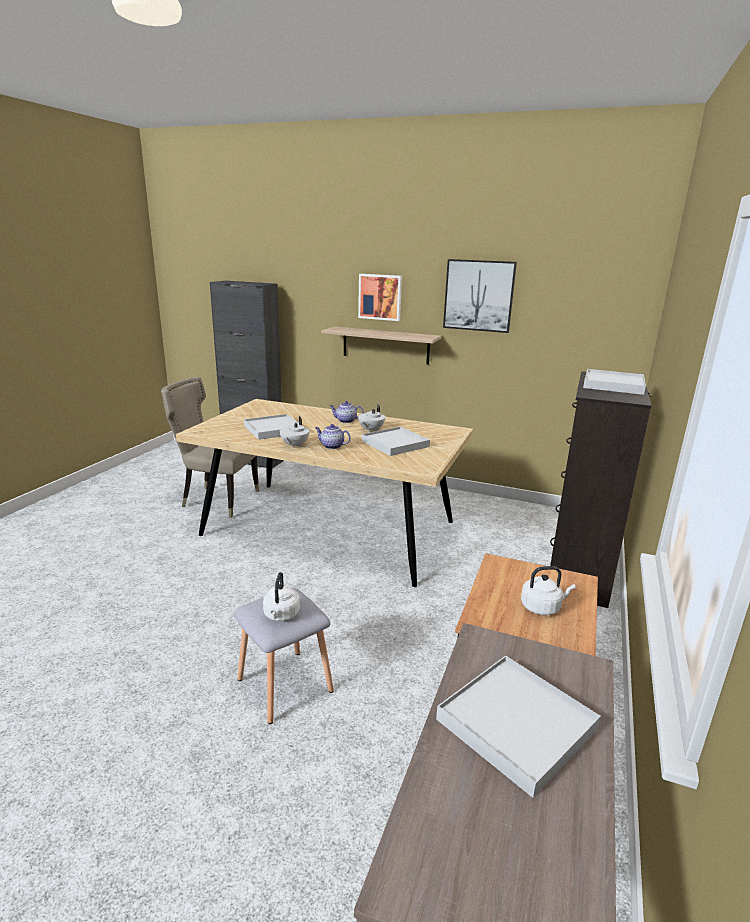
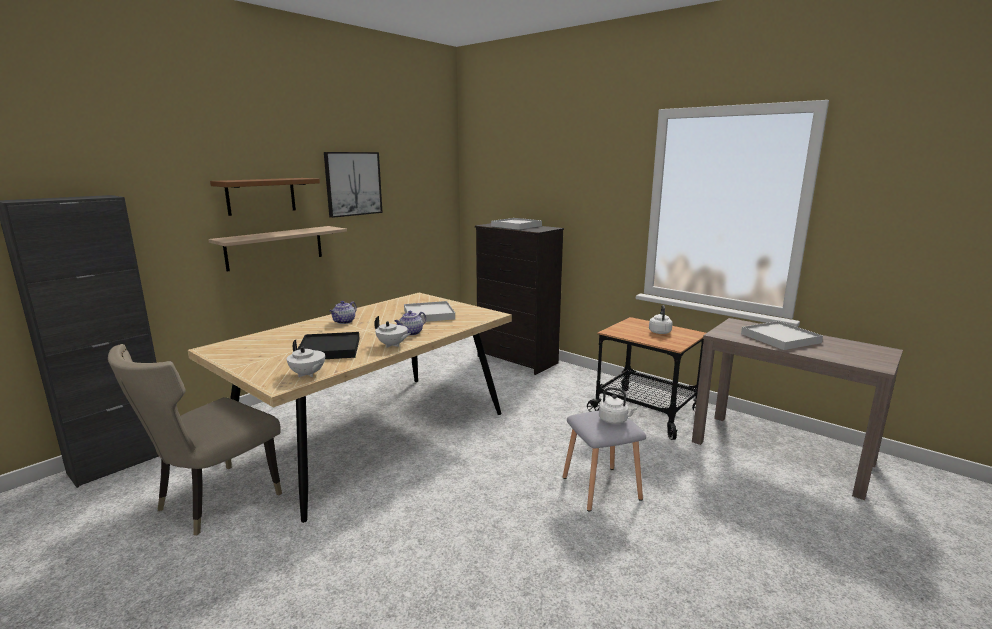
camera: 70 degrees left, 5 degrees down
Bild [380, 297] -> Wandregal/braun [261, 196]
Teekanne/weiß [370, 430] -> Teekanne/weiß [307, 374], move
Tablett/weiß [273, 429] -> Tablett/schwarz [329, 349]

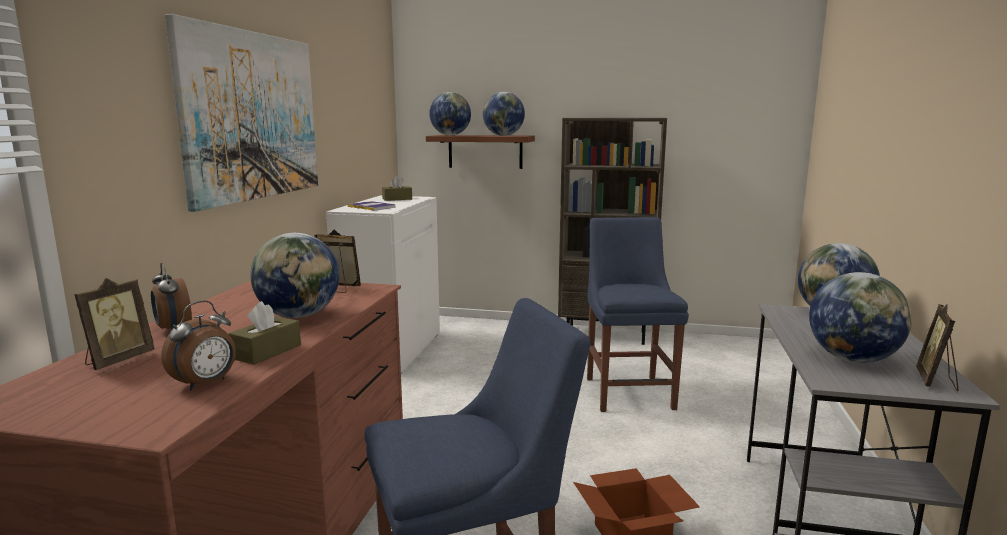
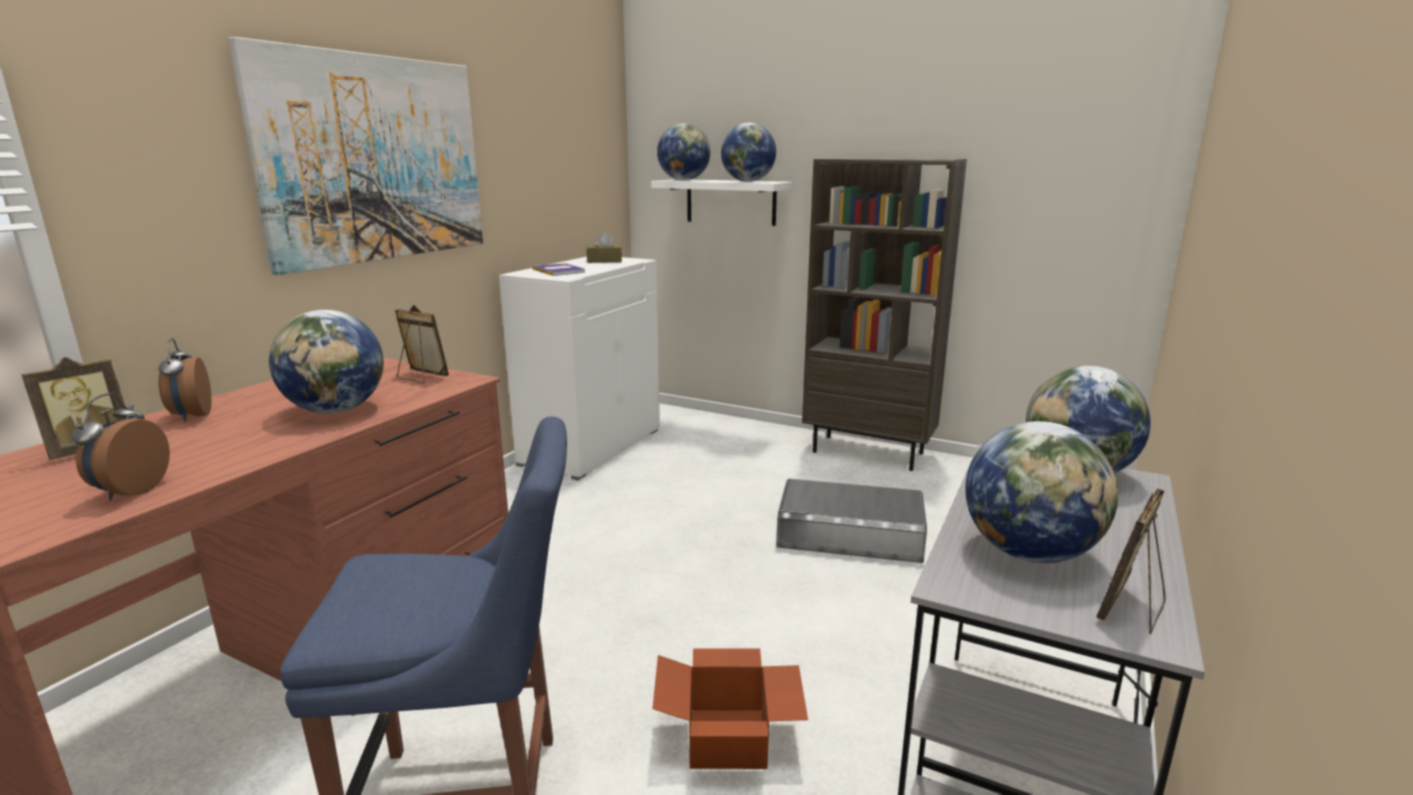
camera: 15 degrees right, 5 degrees up
Wandregal/braun [485, 151] -> Wandregal/weiß [731, 202]
Stuhl/blau [628, 391] -> Aufbewahrungsbox/grau [850, 534]
Wecker [206, 384] -> Wecker [129, 491], 135 degrees clockwise
Taschentuchbox/braun [267, 351] -> none

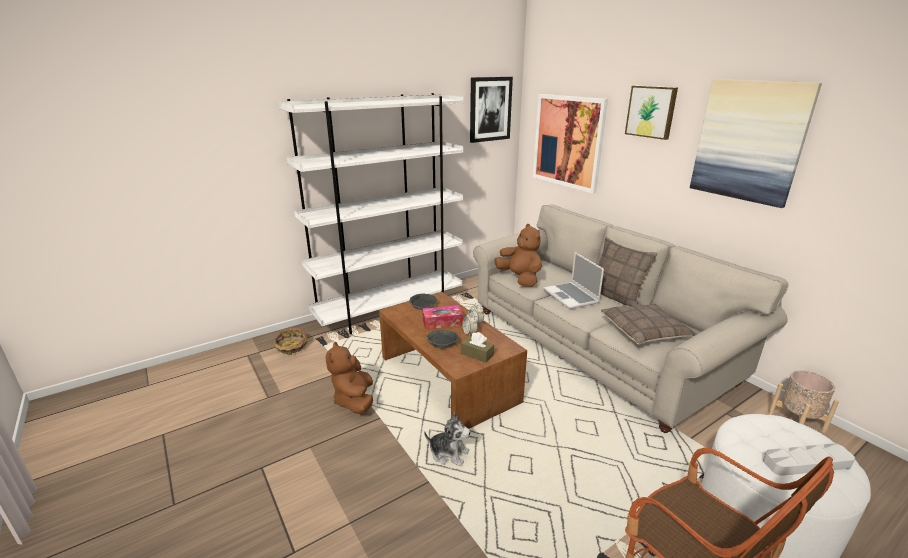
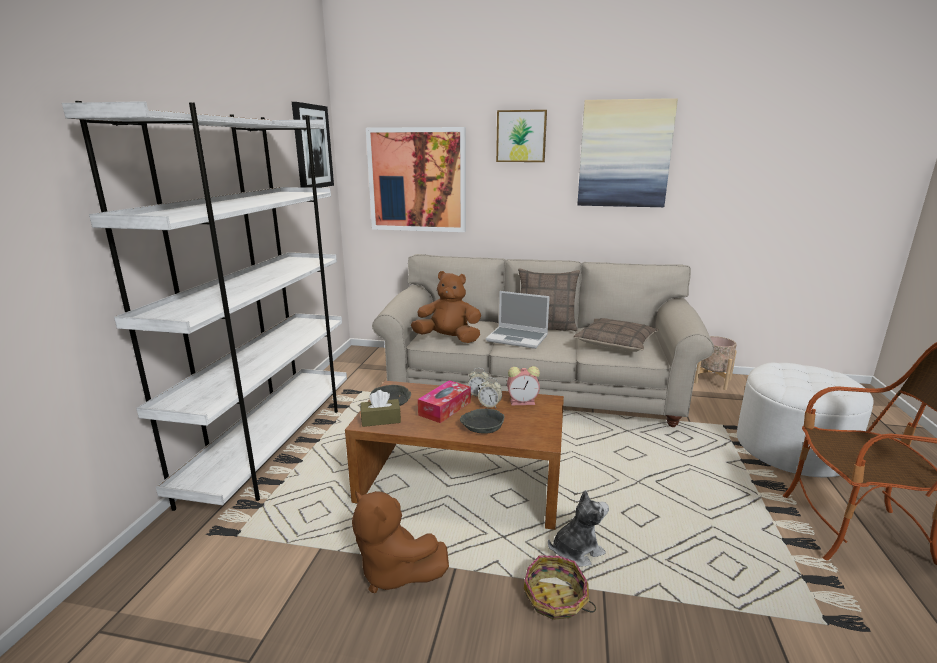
camera: 45 degrees left, 5 degrees down
Korb [291, 347] -> Korb [555, 598], move
Taschentuchbox/braun [477, 354] -> Taschentuchbox/braun [381, 420], move
Tablett/grau [806, 463] -> none
none -> Wecker [523, 402]

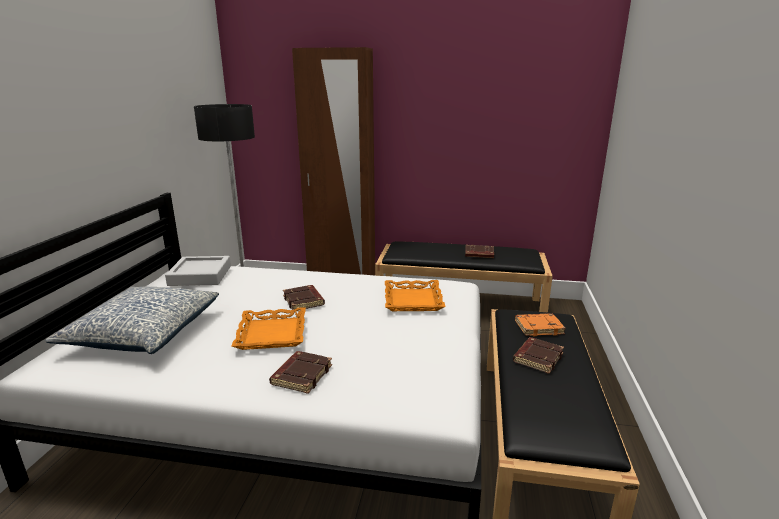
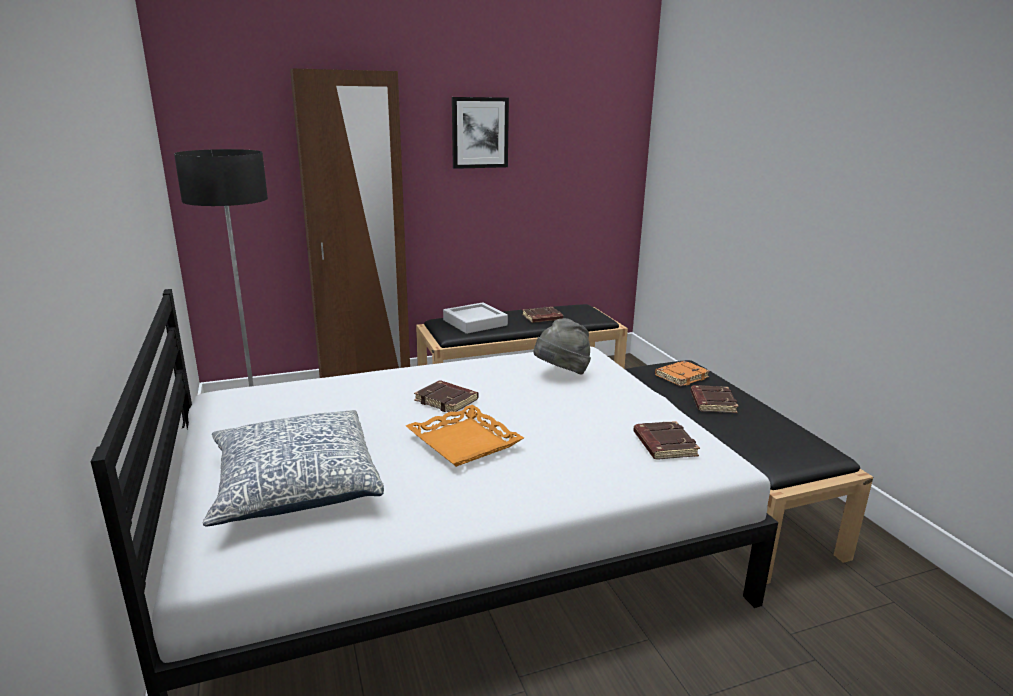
camera: 30 degrees left, 0 degrees up
Tablett/grau [200, 275] -> Tablett/grau [475, 323], move
Tablett/orange [413, 300] -> Hut/grau [561, 374]
Buch/braun [301, 375] -> Buch/braun [663, 445], move
none -> Bild [479, 132]

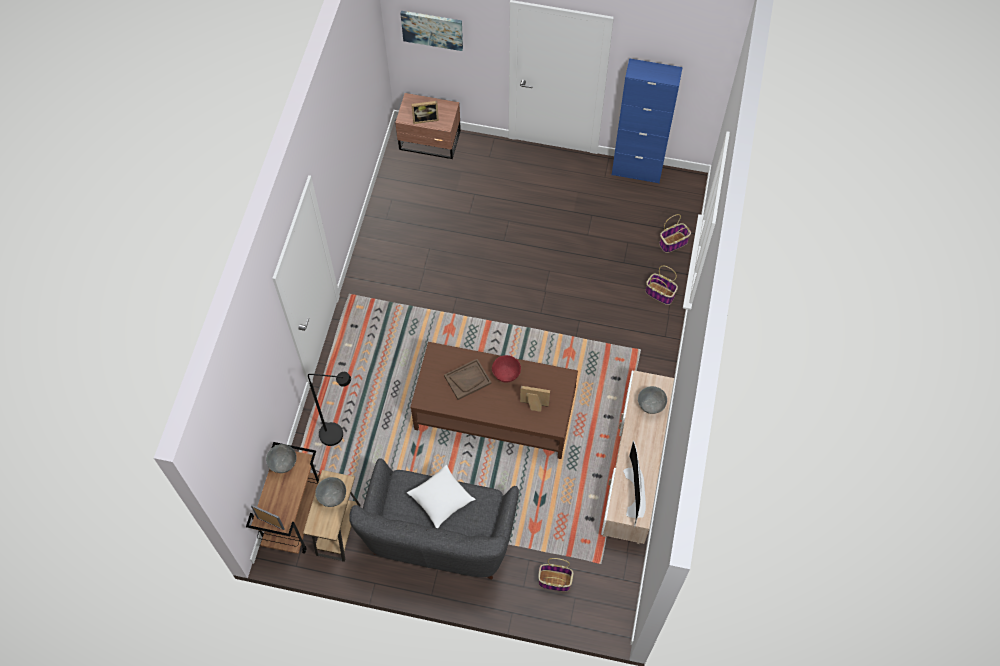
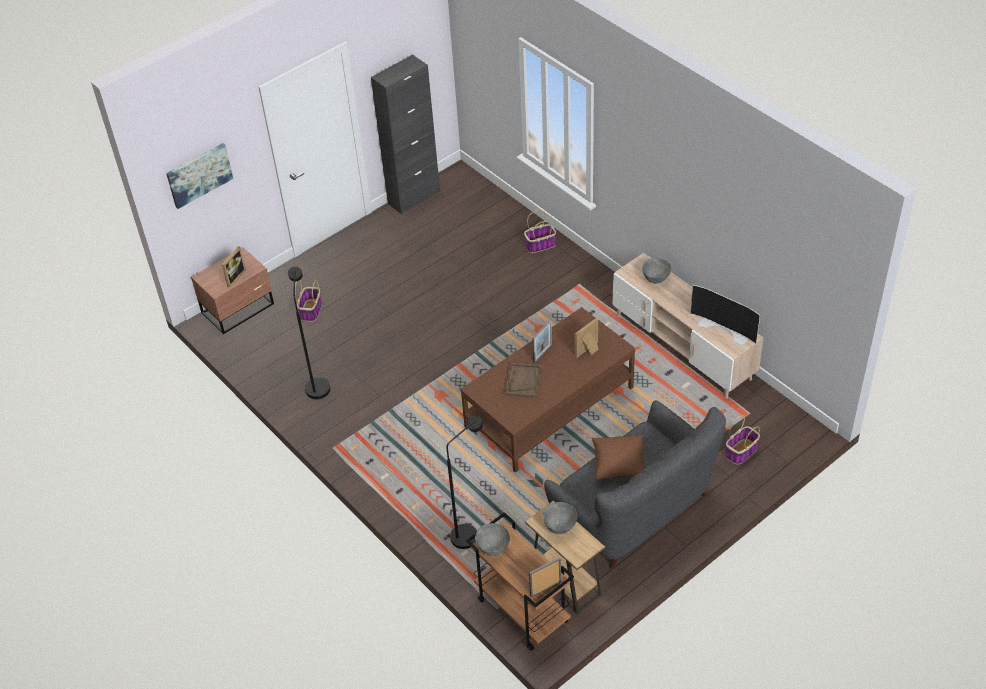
camera: 50 degrees left, 15 degrees down
Schrank/blau [637, 170] -> Schrank/schwarz [414, 197]
Korb [673, 242] -> Korb [311, 310], move
Schüssel/rot [506, 374] -> Bilderrahmen [542, 353]
Kissen/weiß [441, 500] -> Kissen/braun [619, 464]
none -> Stehlampe/schwarz [317, 384]

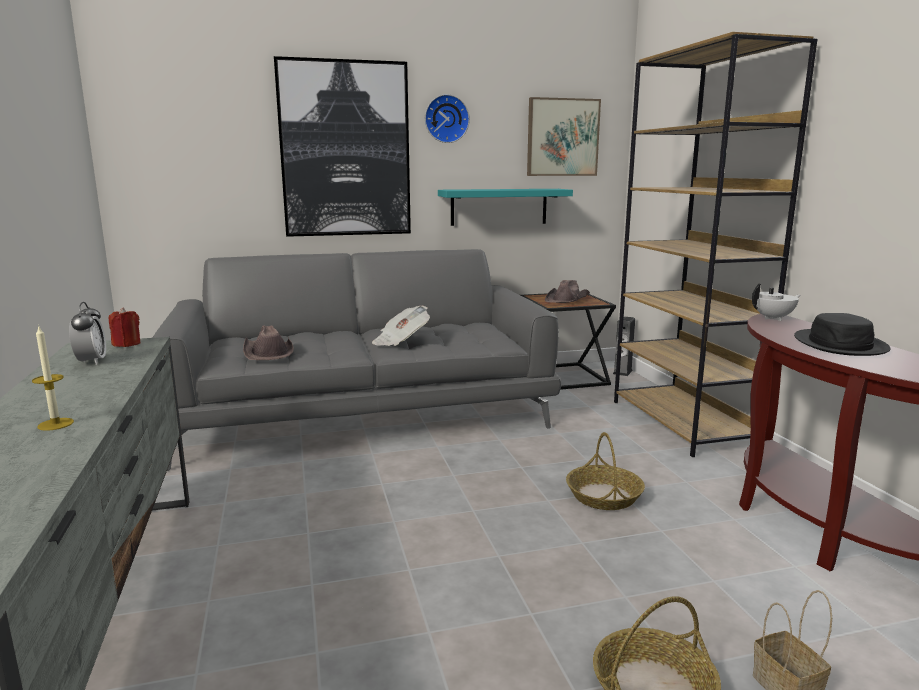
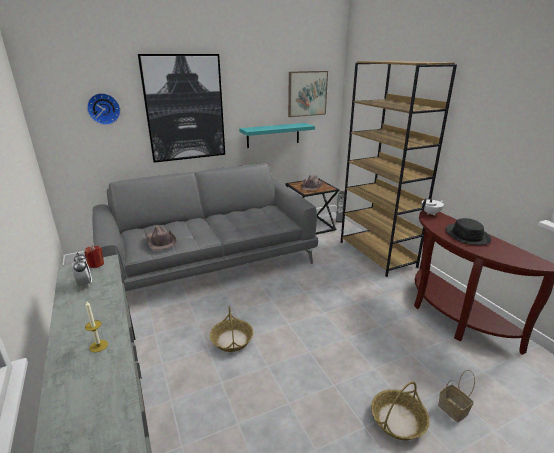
camera: 10 degrees left, 10 degrees up
Wanduhr [446, 119] -> Wanduhr [103, 108], move
Zeitung [401, 341] -> none
Korb [603, 496] -> Korb [232, 340], move

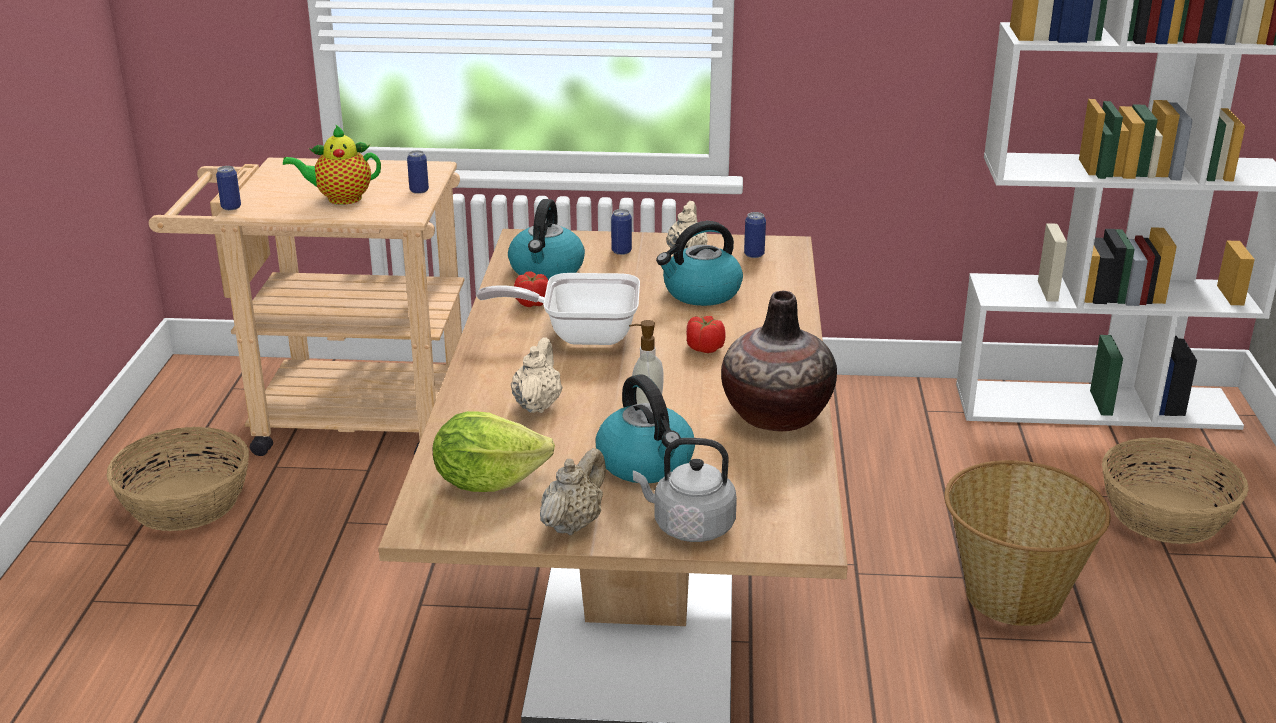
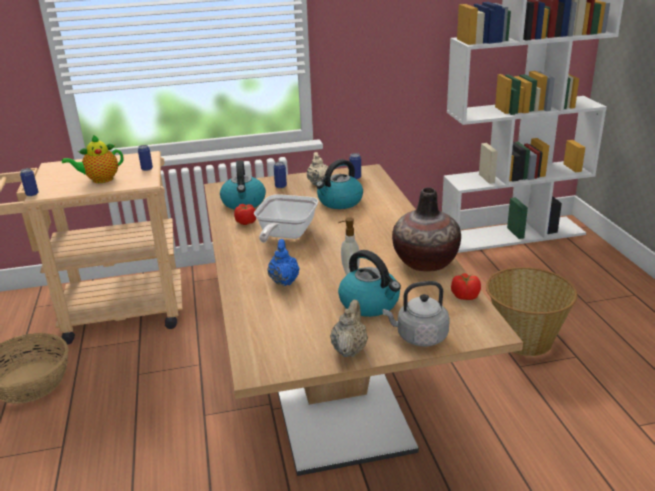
camera: 15 degrees left, 0 degrees up
Pfanne [580, 334] -> Pfanne [285, 235], 60 degrees counterclockwise
Tomate [704, 348] -> Tomate [465, 296], move
Teekanne/beige [537, 404] -> Teekanne/blau [284, 280]
Salatkopf [487, 481] -> none
Korb [1166, 514] -> none

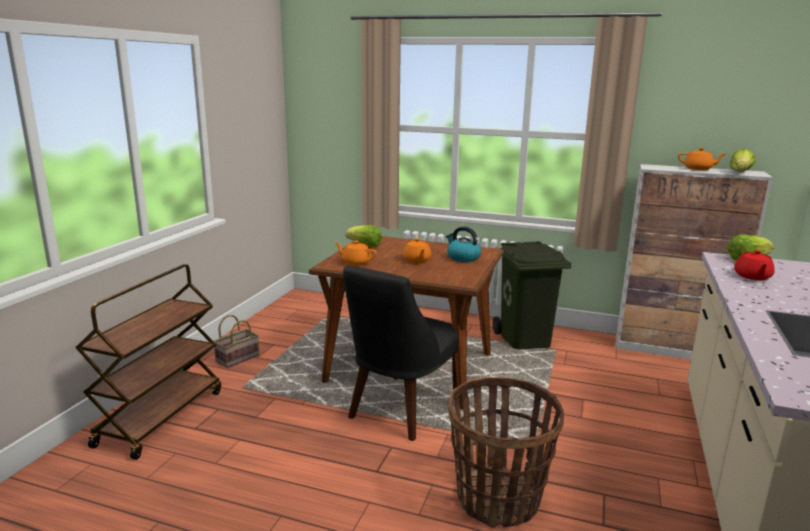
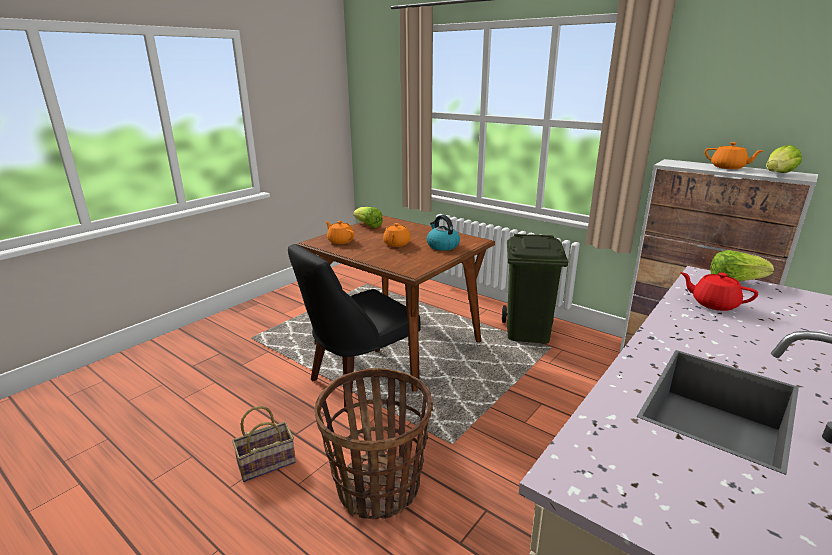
camera: 20 degrees right, 5 degrees up
Teekanne/rot [752, 277] -> Teekanne/rot [713, 304], 90 degrees clockwise
Rollwagen/braun [161, 417] -> none
Korb [238, 358] -> Korb [268, 462], move

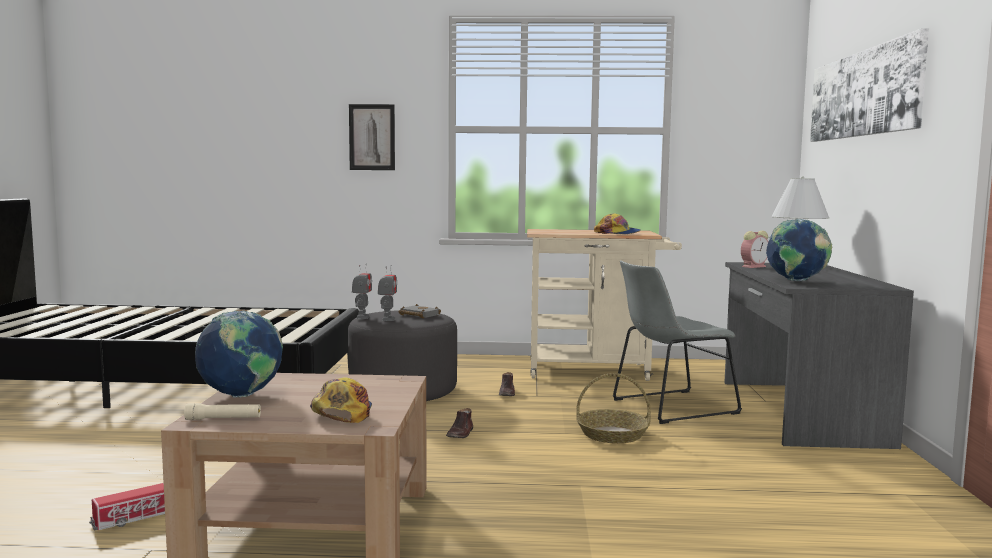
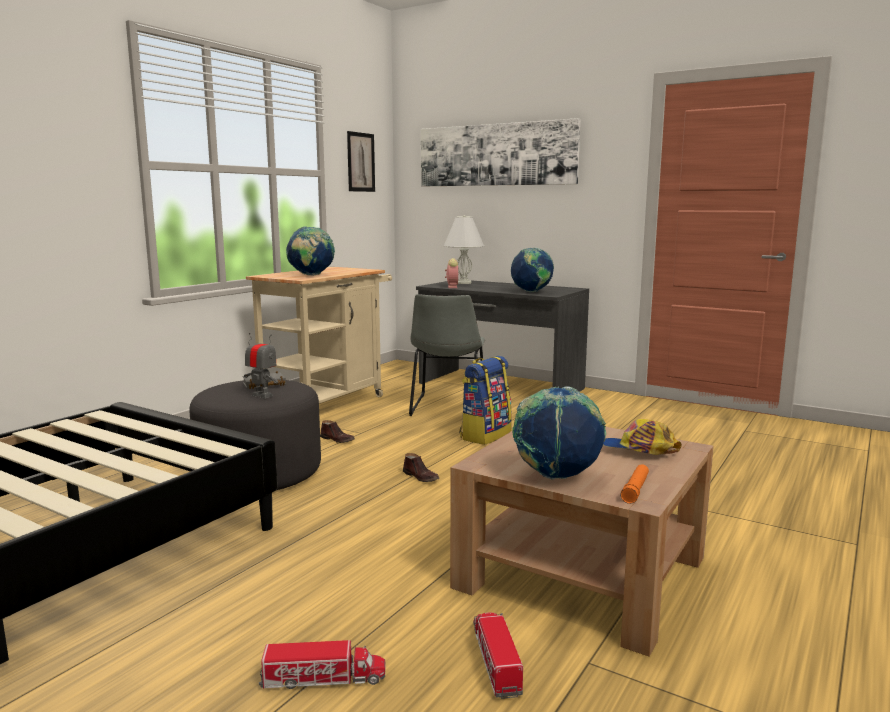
camera: 60 degrees left, 5 degrees up
Bild [372, 137] -> Bild [360, 162], move
Kappe [618, 233] -> none
Spielzeugroboter [362, 317] -> none
Korb [613, 434] -> Rucksack [485, 435]
Taschenlampe/beige [223, 419] -> Taschenlampe/orange [635, 489]
none -> Globus [311, 275]
none -> Spielzeuglaster [323, 679]

